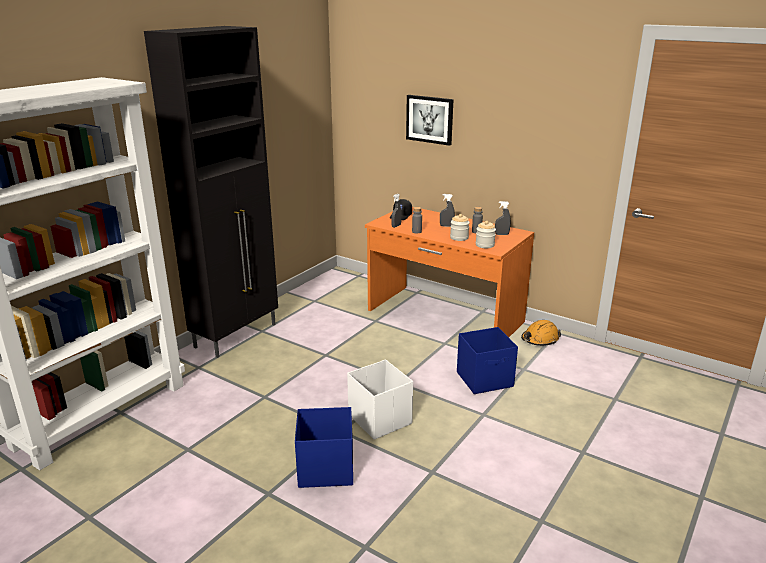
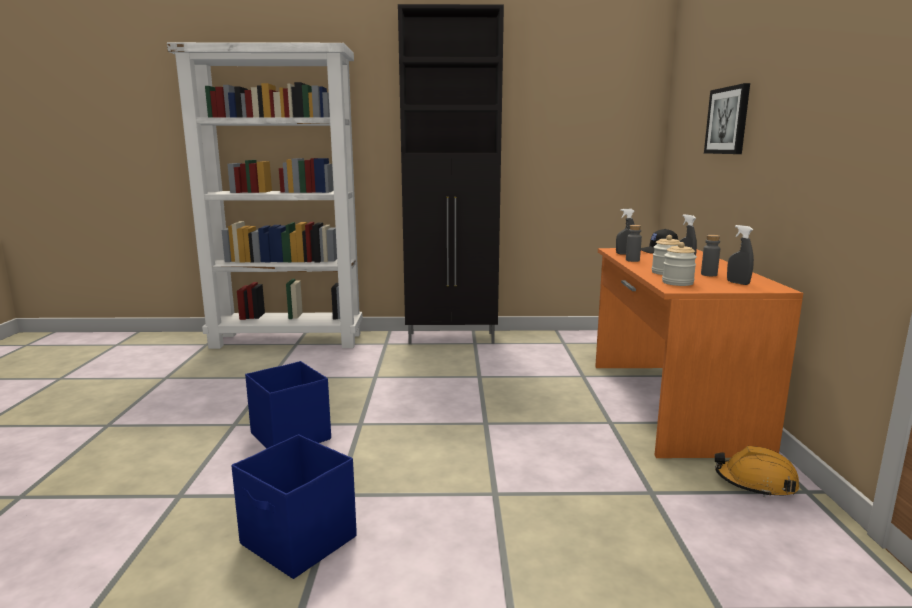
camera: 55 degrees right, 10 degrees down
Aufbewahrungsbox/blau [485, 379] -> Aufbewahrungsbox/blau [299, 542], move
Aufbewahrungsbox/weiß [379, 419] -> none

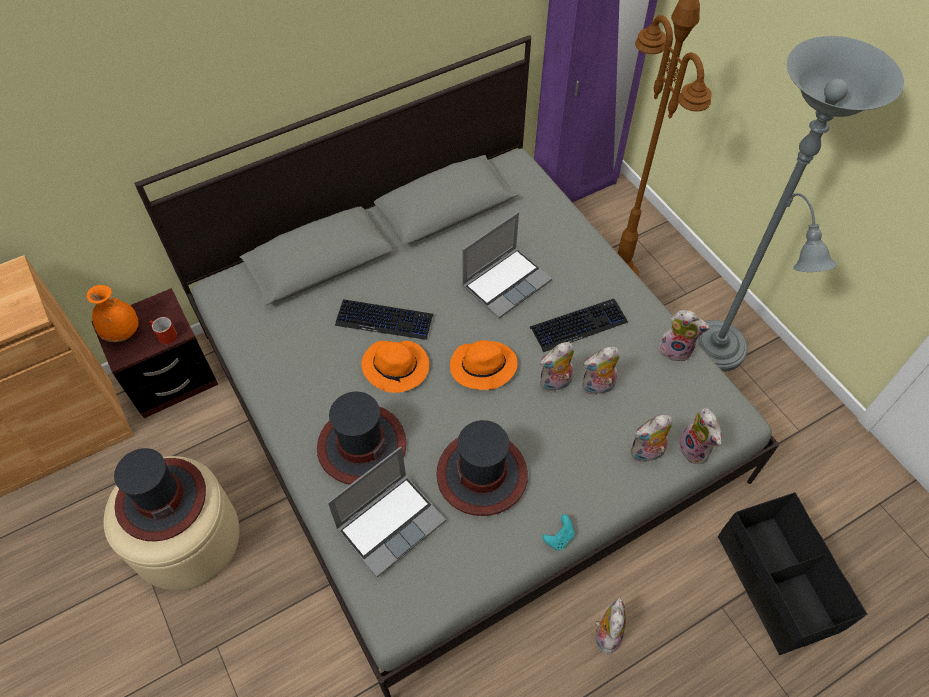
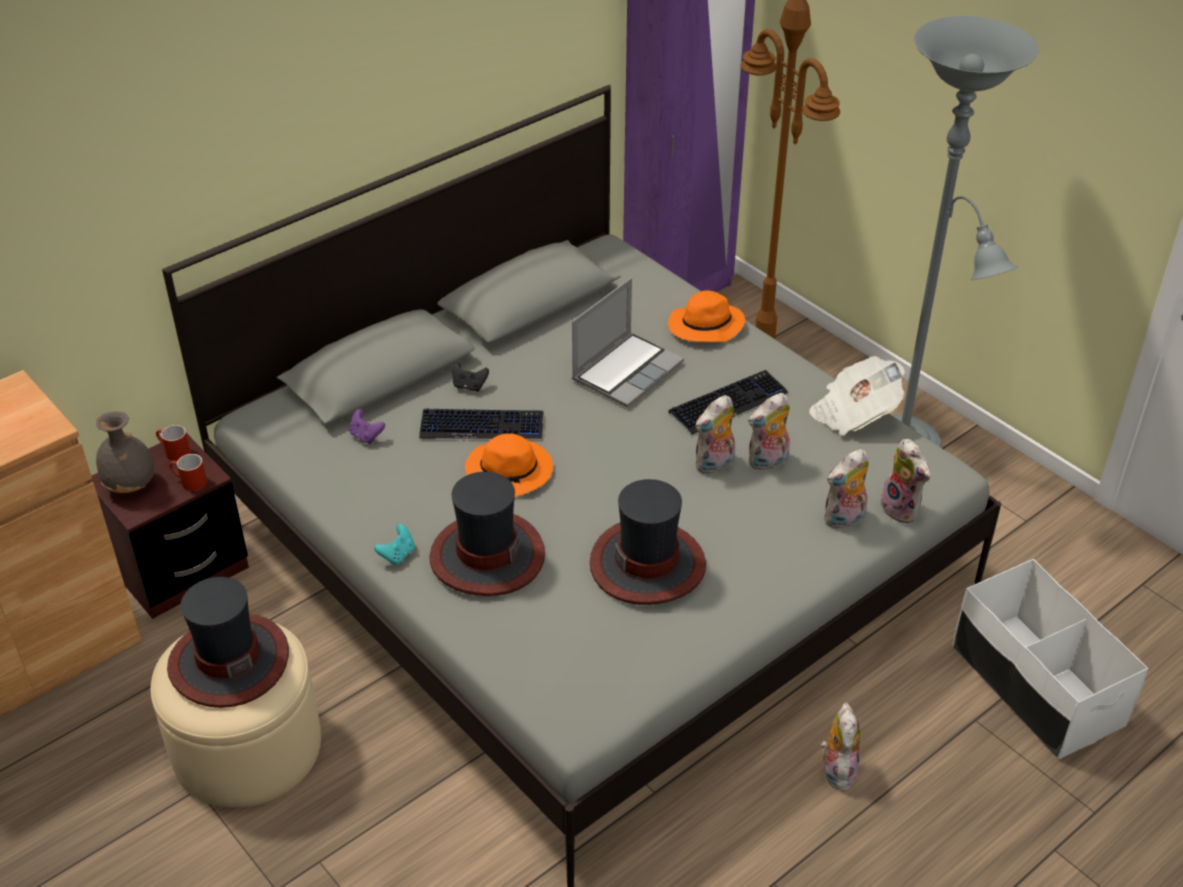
camera: 10 degrees left, 15 degrees down
Vase/orange [123, 332] -> Vase/grau [131, 485]
Plüschtier [676, 349] -> Zeitung [854, 413]
Hut/orange [482, 367] -> Hut/orange [705, 327], move
Laptop [391, 523] -> none
Aufbewahrungsbox/schwarz [775, 584] -> Aufbewahrungsbox/weiß [1036, 686]
Gamepad/türkis [559, 538] -> Gamepad/türkis [397, 555], move
none -> Gamepad/schwarz [469, 386]
none -> Gamepad/lila [366, 436]
none -> Henkelbecher/rot [173, 452]

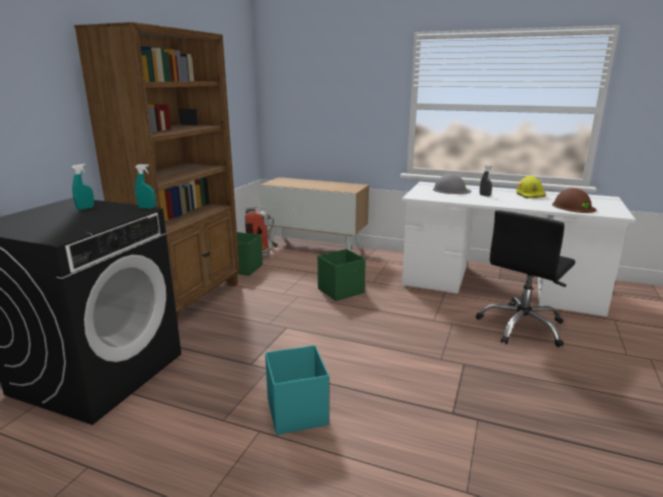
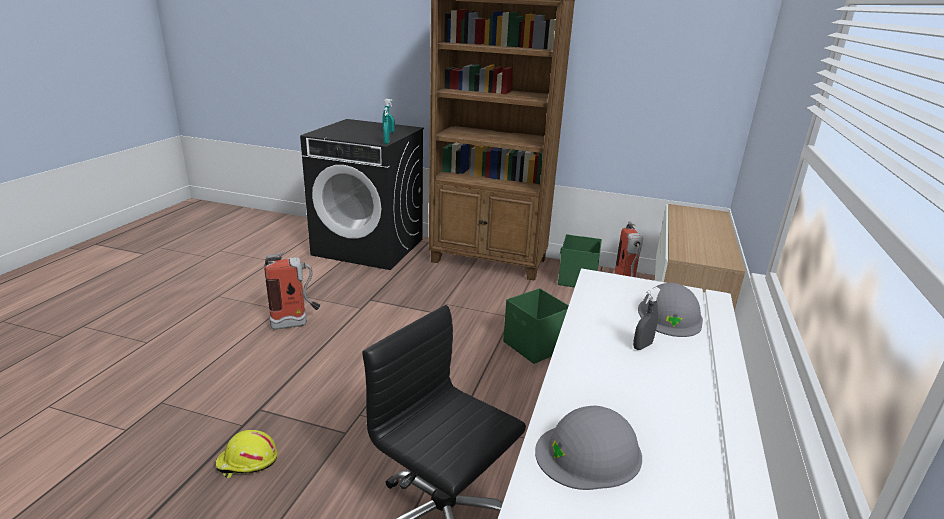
camera: 85 degrees right, 5 degrees up
Schutzhelm/gelb [530, 195] -> Schutzhelm/gelb [247, 462], move
Schutzhelm/braun [573, 207] -> Schutzhelm/grau [589, 453]
Aufbewahrungsbox/türkis [297, 411] -> Feuerlöscher [296, 323]

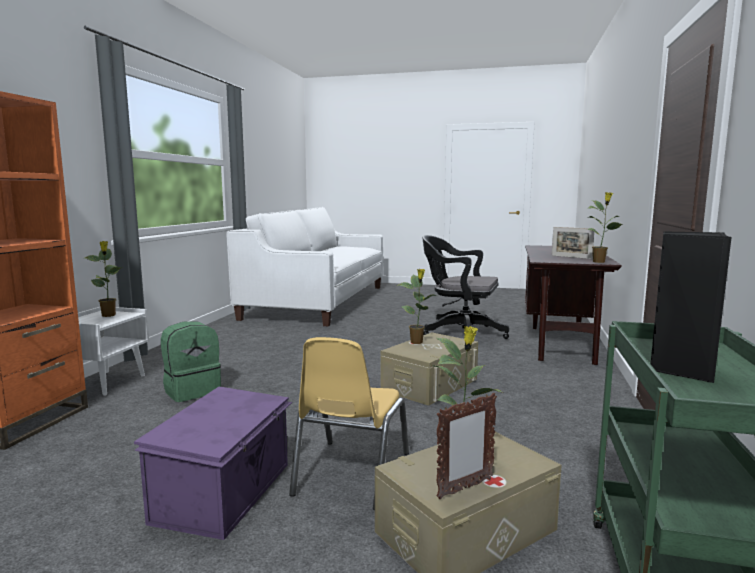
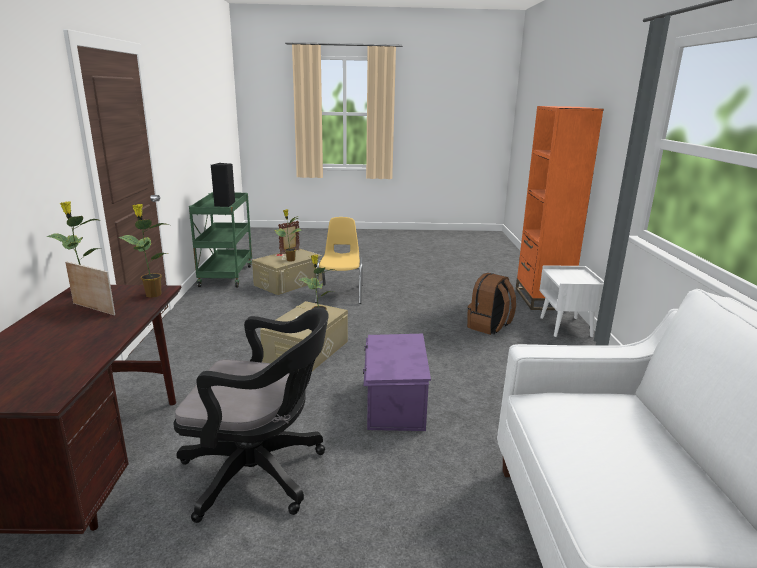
camera: 165 degrees right, 10 degrees up
Topfpflanze [109, 315] -> Topfpflanze [152, 294], move
Rucksack/grün [192, 391] -> Rucksack/braun [489, 327]
Aufbewahrungsbox/lila [226, 491] -> Aufbewahrungsbox/lila [393, 403], move

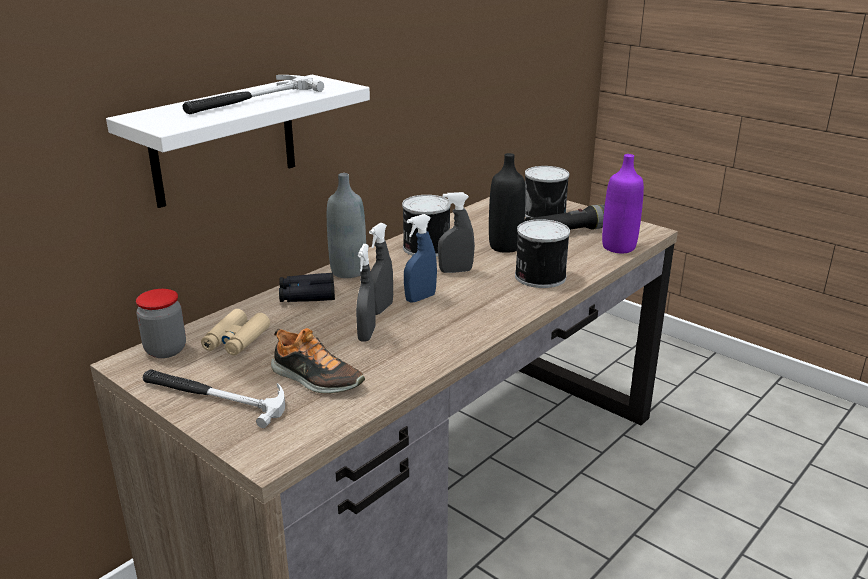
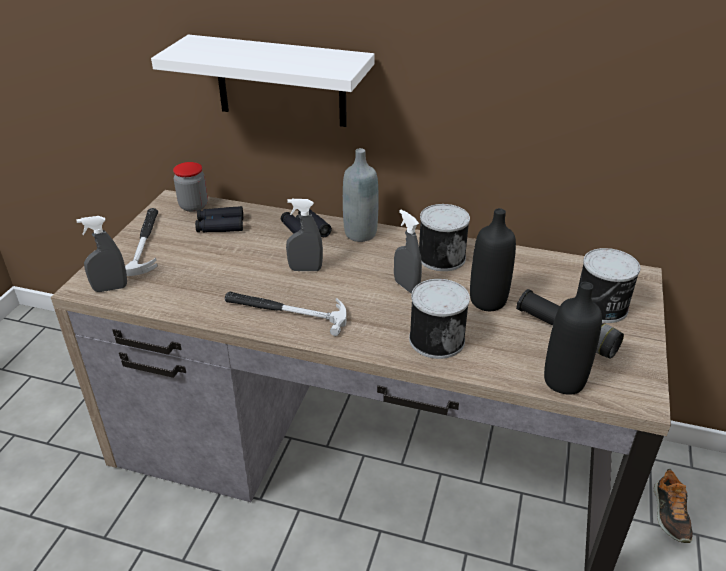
camera: 65 degrees right, 10 degrees up
Hammer [251, 100] -> Hammer [286, 311], move
Flasche/lila [618, 247] -> Flasche/schwarz [564, 381]
Sprühflasche/blau [420, 298] -> none
Sprühflasche/grau [366, 334] -> Sprühflasche/grau [110, 288], move
Fernglas/beige [236, 340] -> Fernglas/schwarz [220, 225]
Schuh [315, 379] -> Schuh [670, 514], move

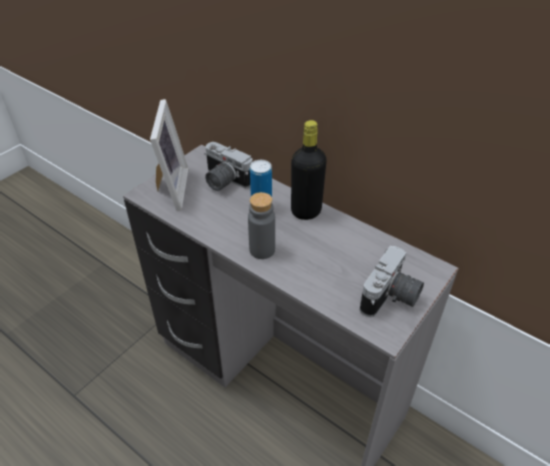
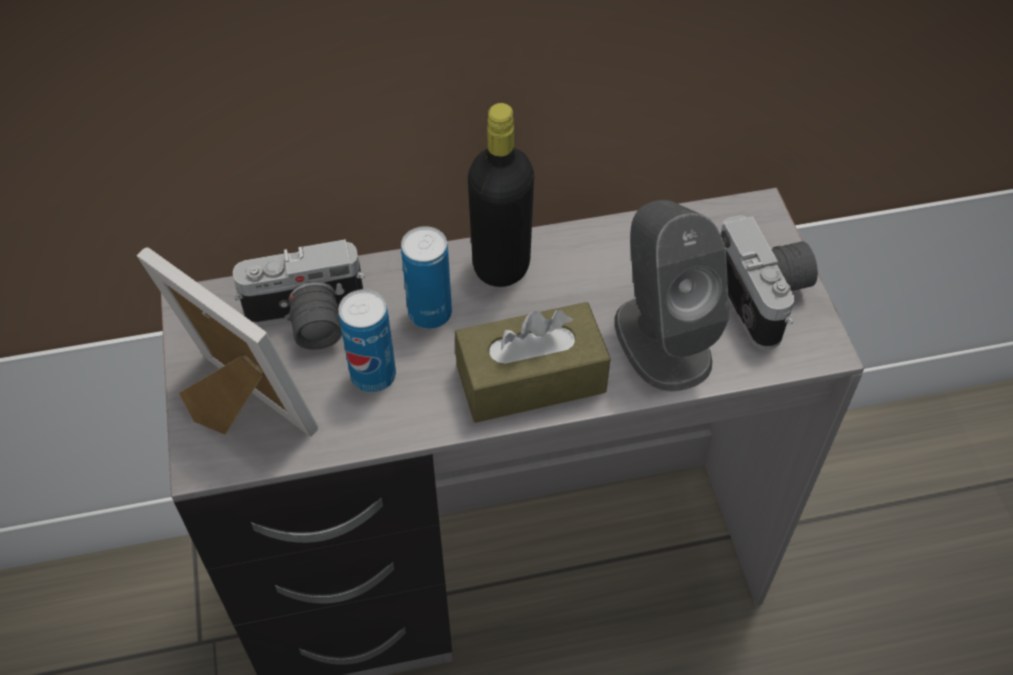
camera: 50 degrees left, 10 degrees up
Flasche/grau [262, 250] -> Taschentuchbox/braun [530, 379]
none -> Lautsprecher/grau [662, 339]
none -> Dose [373, 375]

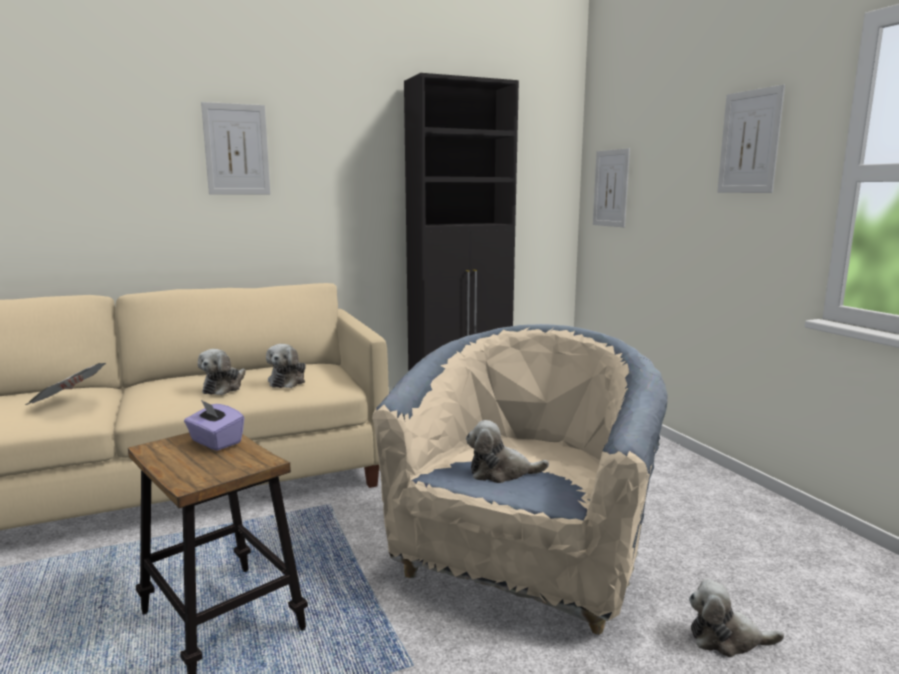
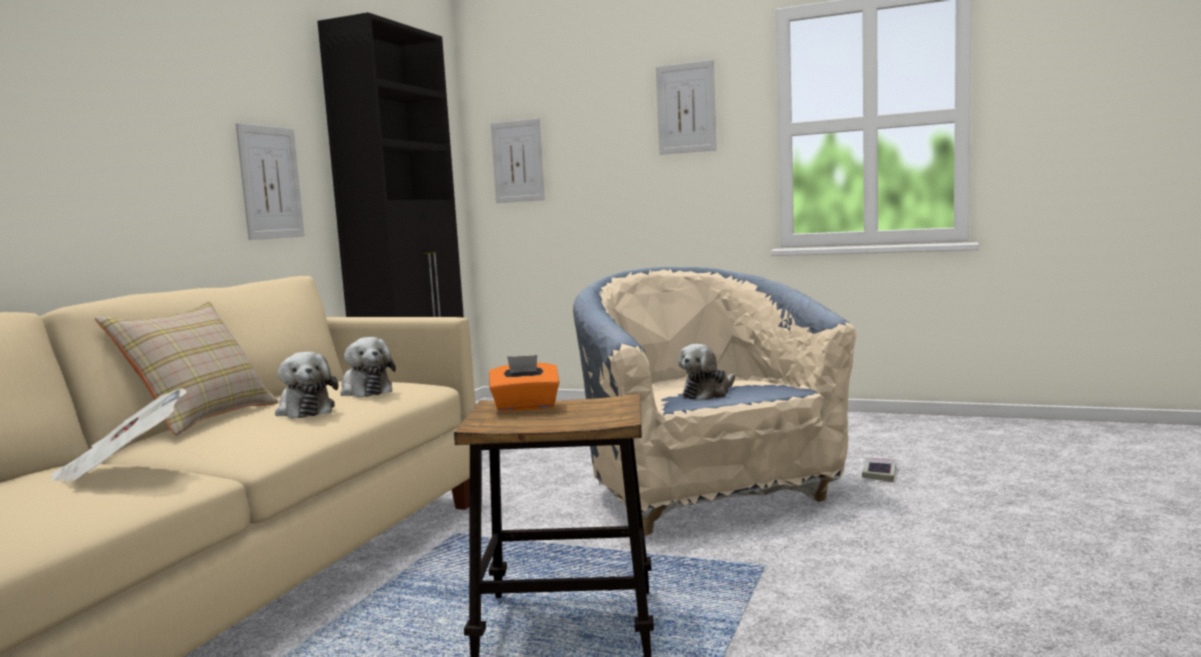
camera: 45 degrees left, 5 degrees down
Bild [236, 149] -> Bild [270, 182], move
Taschentuchbox/lila [215, 442] -> Taschentuchbox/orange [525, 407]
Plüschtier [727, 639] -> Buch [879, 473]
none -> Kissen/beige [201, 418]

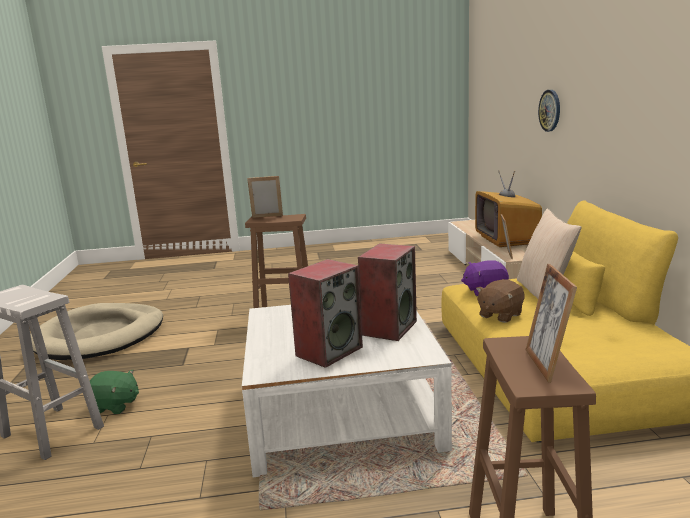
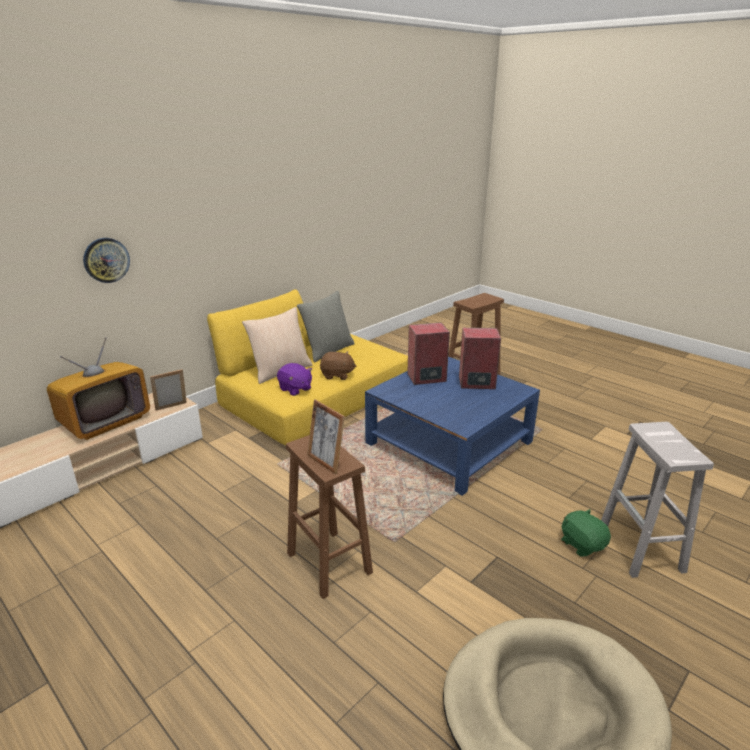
camera: 130 degrees left, 10 degrees up
Bilderrahmen [546, 365] -> none
Couchtisch/weiß [342, 411] -> Couchtisch/blau [449, 442]
none -> Kissen/grau [328, 350]

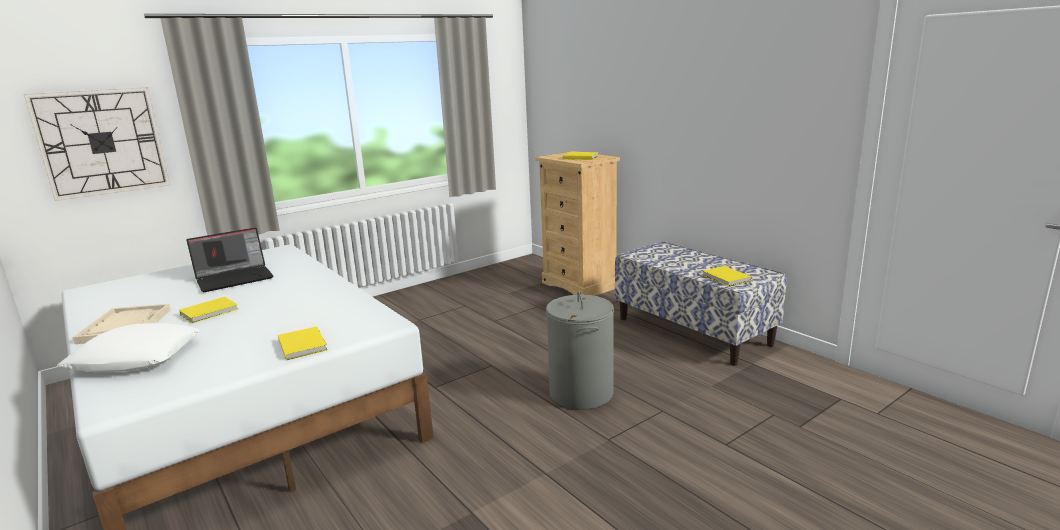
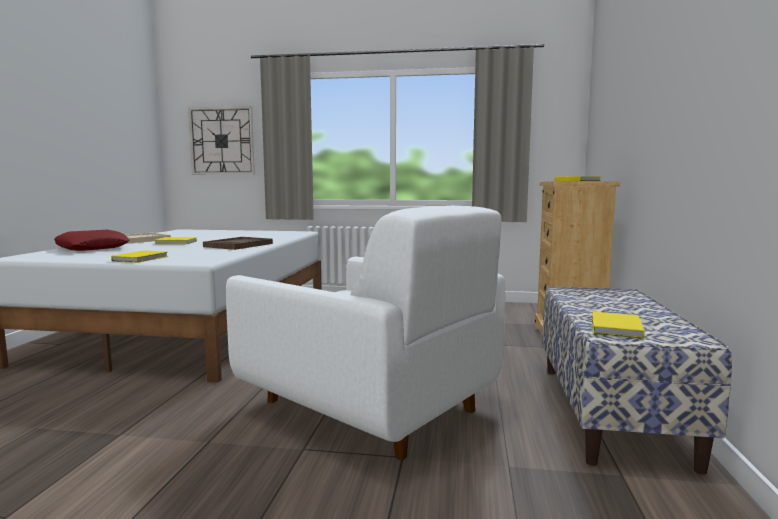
camera: 45 degrees right, 10 degrees down
Laptop [235, 278] -> none
Wäschekorb/grau [581, 393] -> Sessel/weiß [371, 406]
Kissen/weiß [135, 358] -> Kissen/rot [92, 248]
none -> Tablett/braun [238, 245]

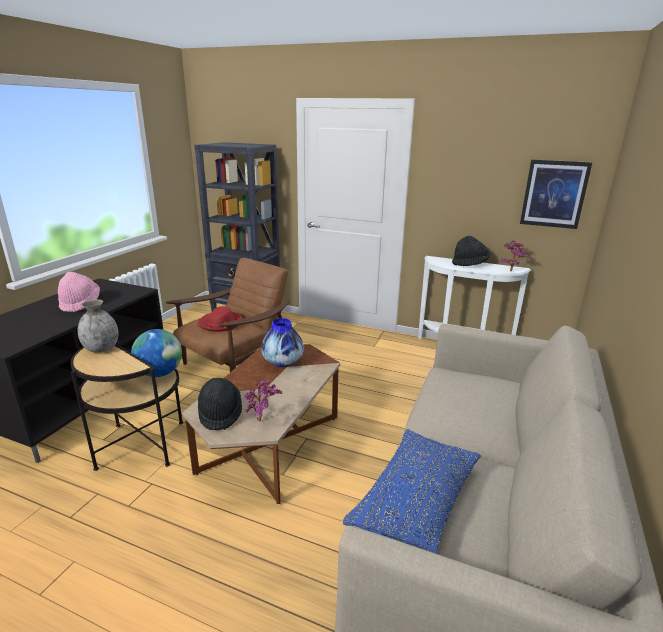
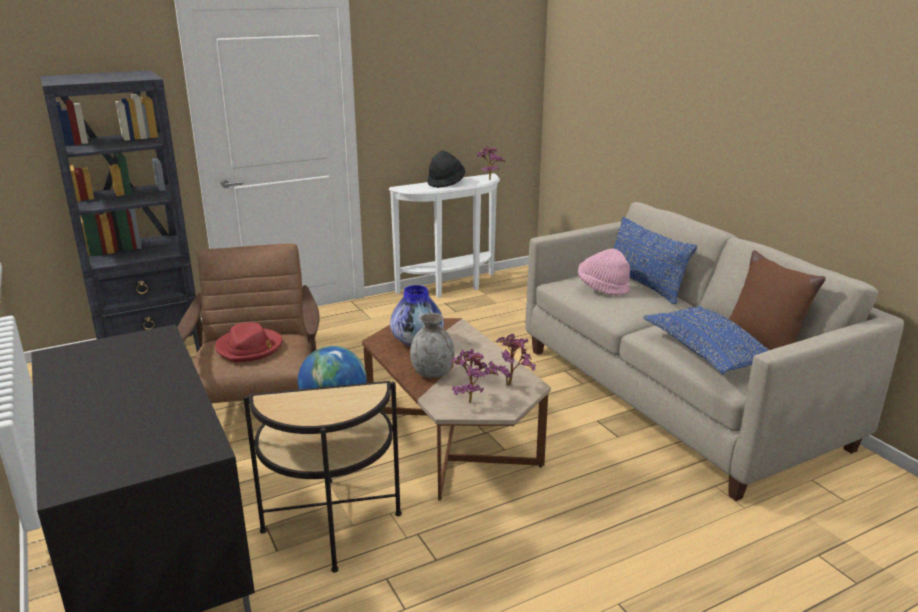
camera: 50 degrees left, 0 degrees up
Bild [554, 194] -> none
Hut/rosa [80, 304] -> Hut/rosa [603, 288], move
Vase/grau [102, 349] -> Vase/grau [433, 373], move
Hut/schwarz [220, 414] -> Topfpflanze [469, 400]
none -> Kissen/blau [643, 285]
none -> Kissen/braun [762, 344]

